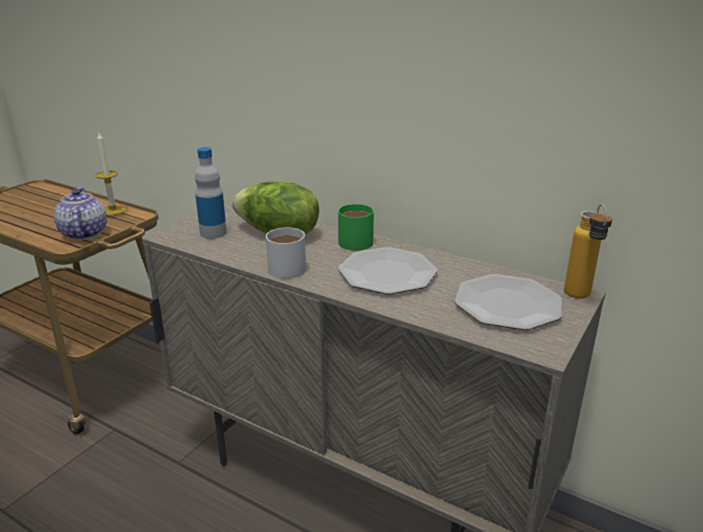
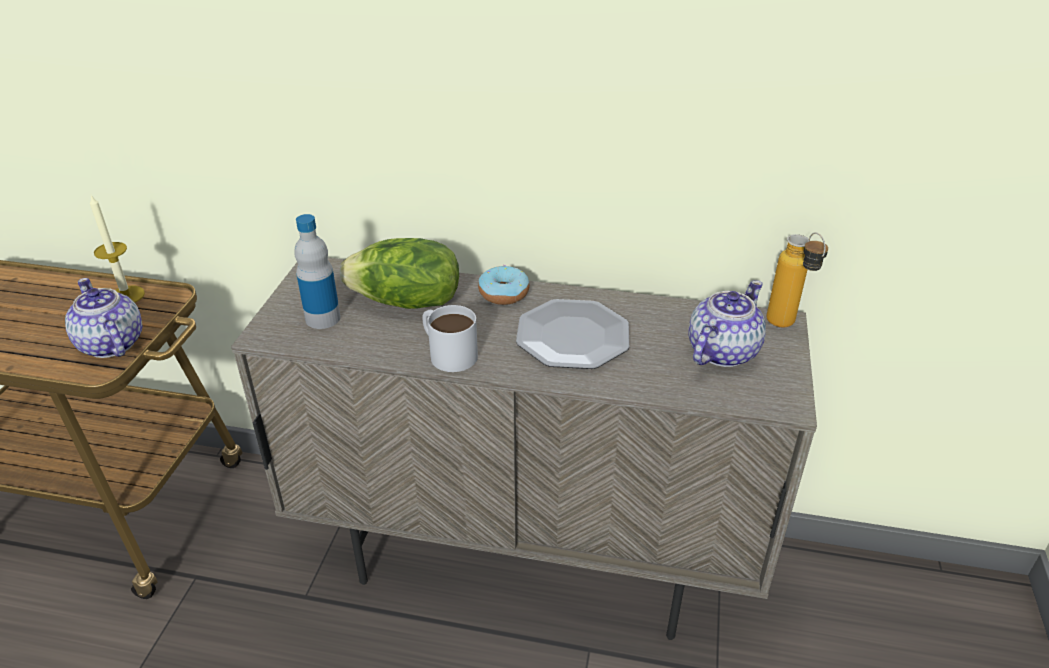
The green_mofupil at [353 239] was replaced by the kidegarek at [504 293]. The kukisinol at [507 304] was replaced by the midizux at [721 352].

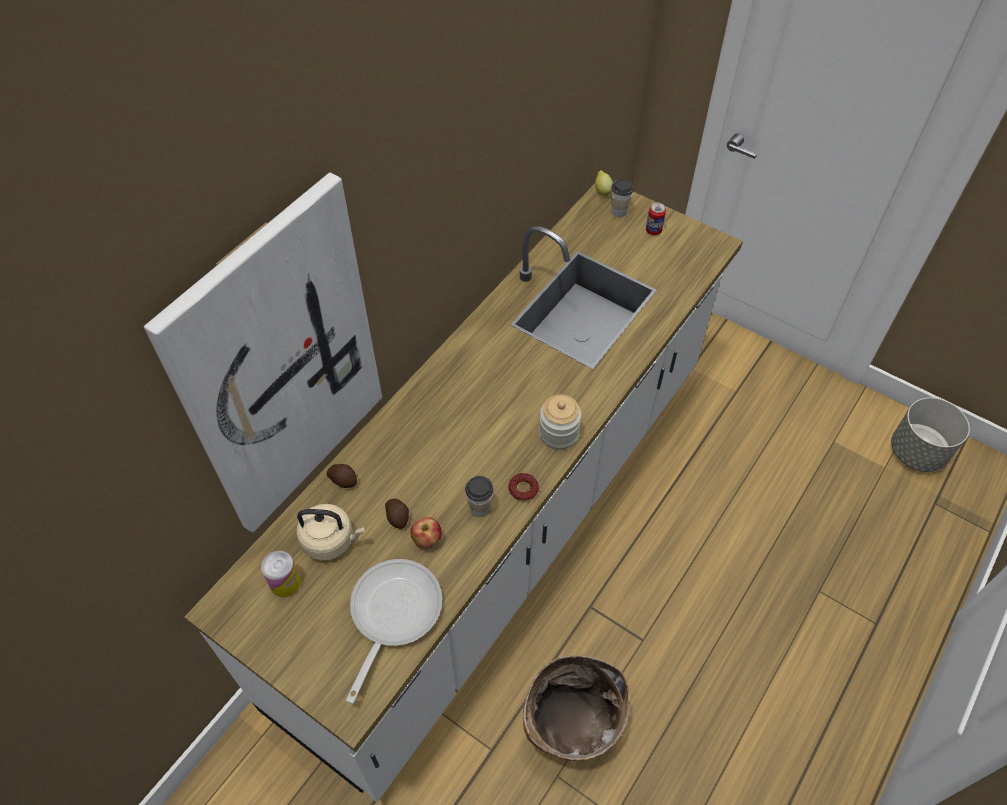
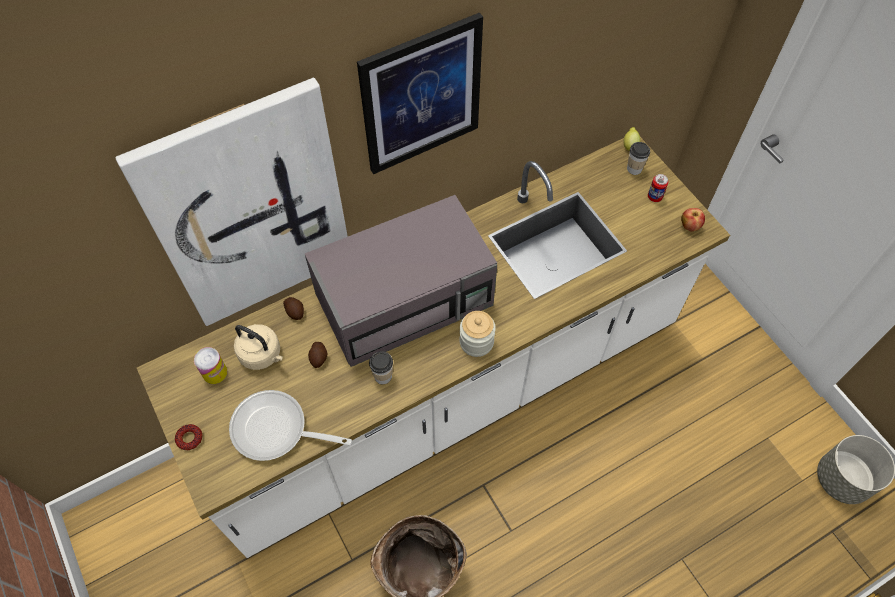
The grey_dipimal at [406 298] appeared. The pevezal at [421 96] appeared. The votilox moved from [427 540] to [689 226]. The kidegarek moved from [523 489] to [189 438]. The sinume at [392 614] turned 120 degrees counterclockwise.

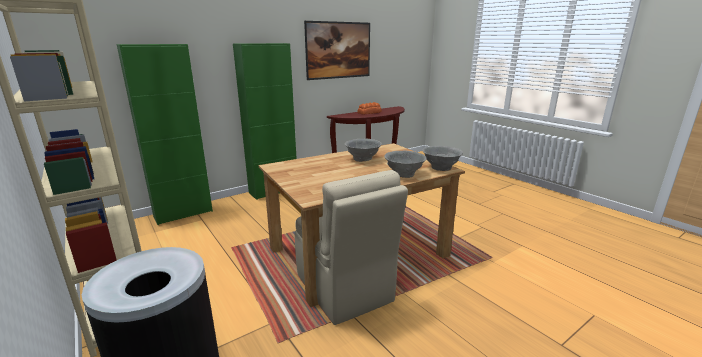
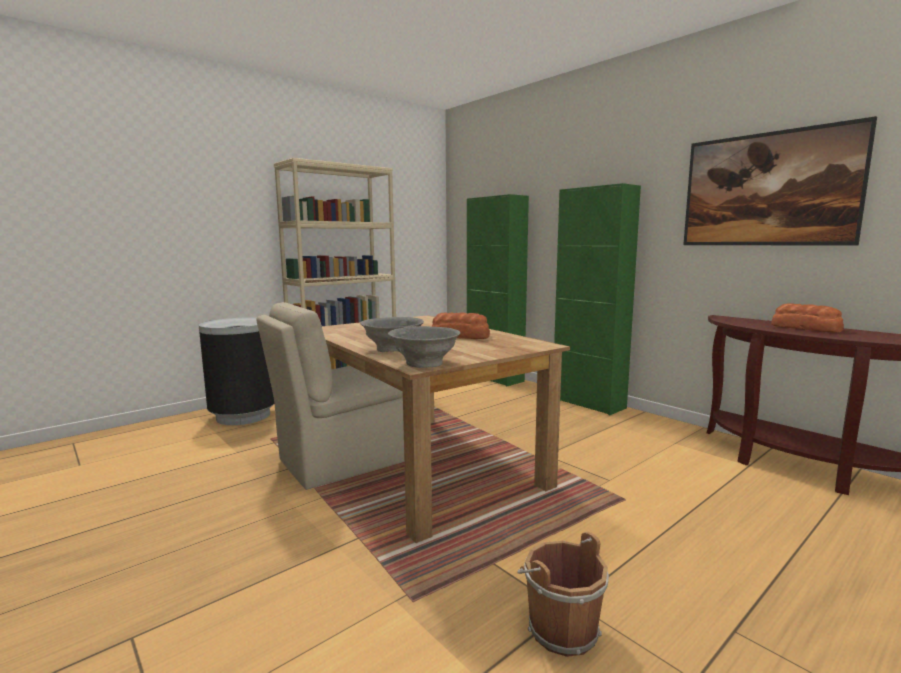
The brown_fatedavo at [560 628] appeared. The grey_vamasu at [363 159] was replaced by the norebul at [460 336].

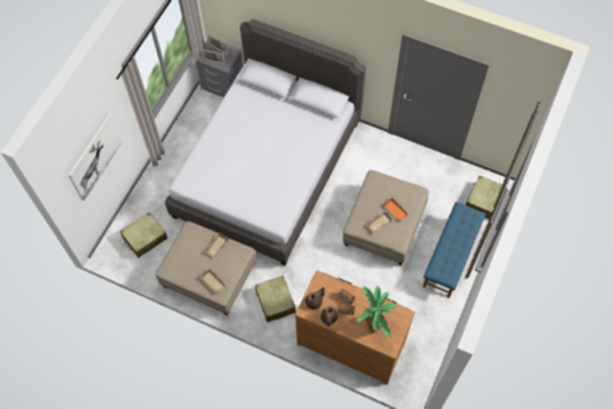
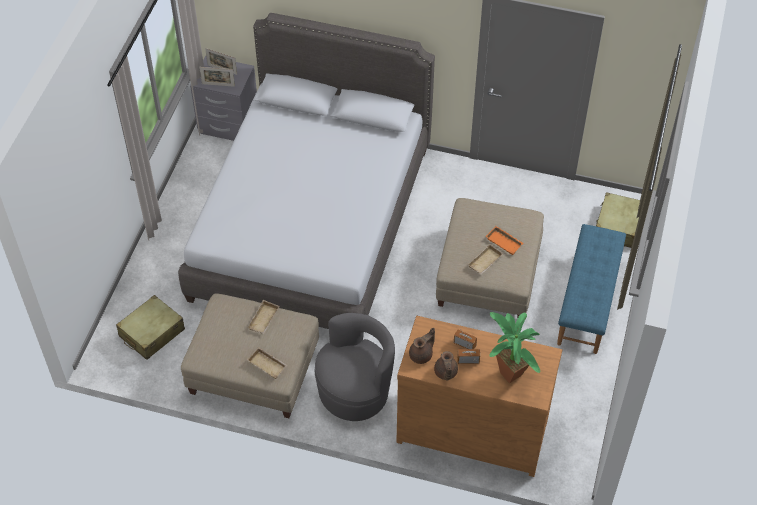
The pevezal at [95 156] disappeared. The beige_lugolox at [275 301] was replaced by the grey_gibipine at [355 391].

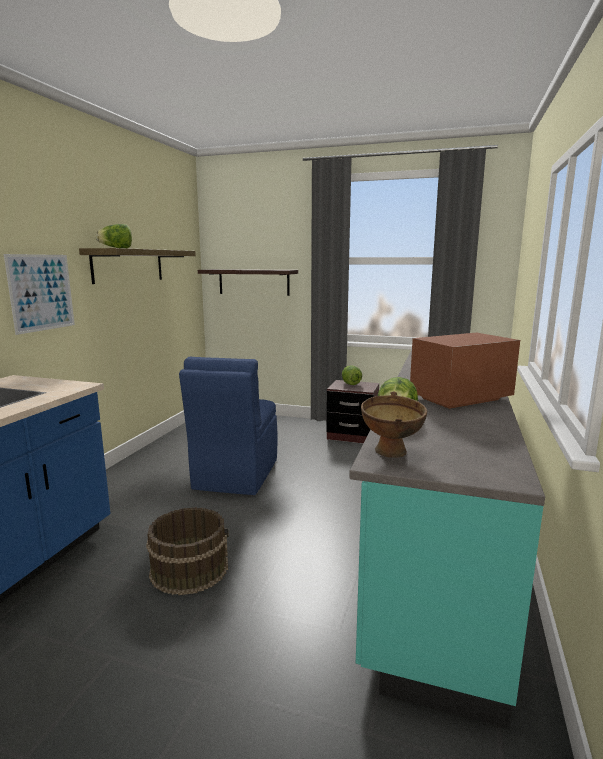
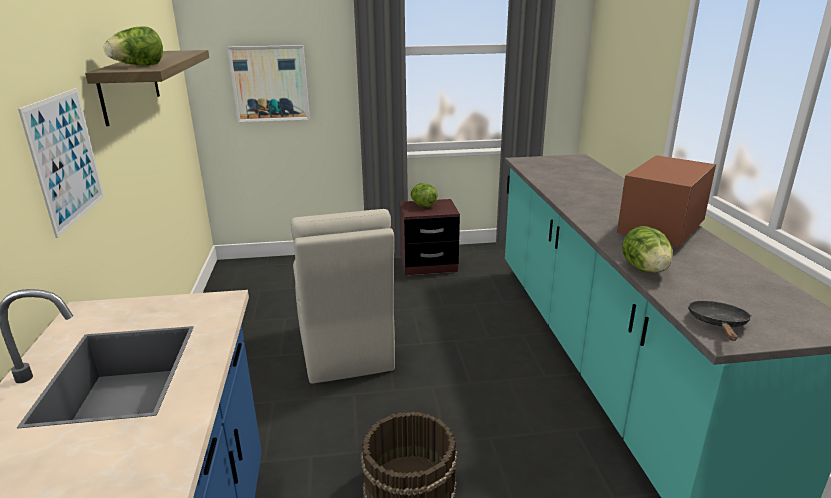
The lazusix at [253 282] was replaced by the pevezal at [270 83]. The brown_vamasu at [391 454] was replaced by the black_sinume at [718 324]. The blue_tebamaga at [235 475] became the beige_tebamaga at [345 349].

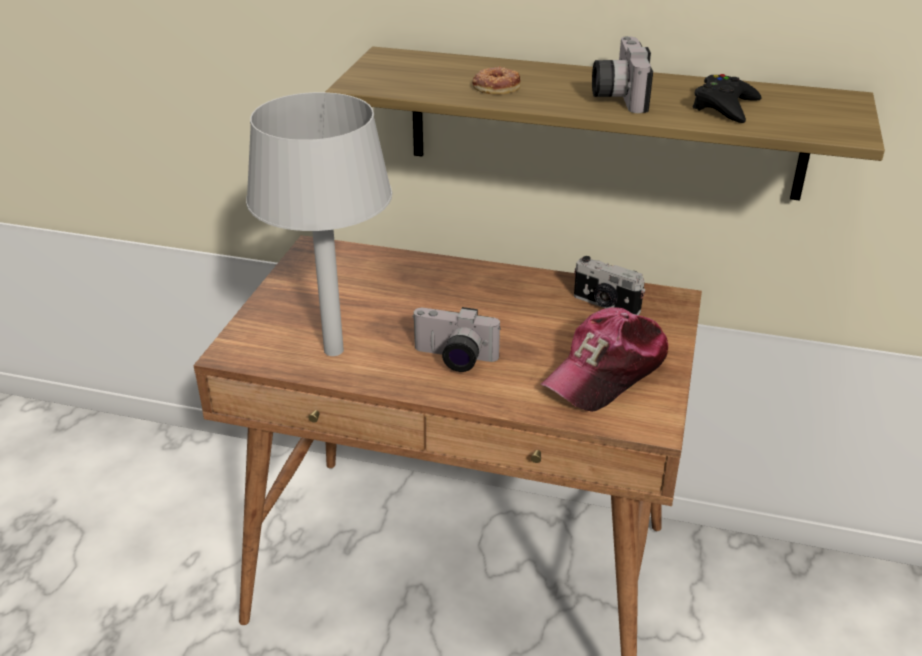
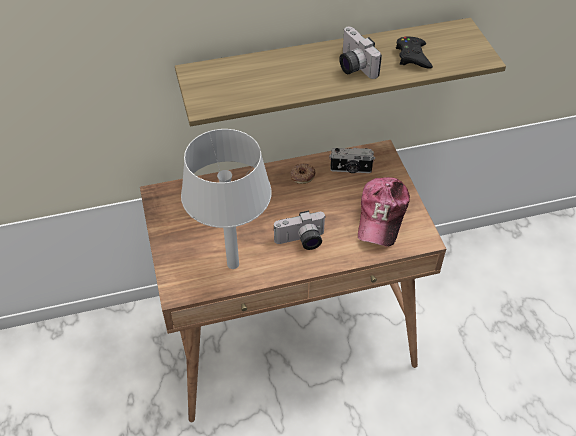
The kidegarek moved from [496 86] to [302 175].

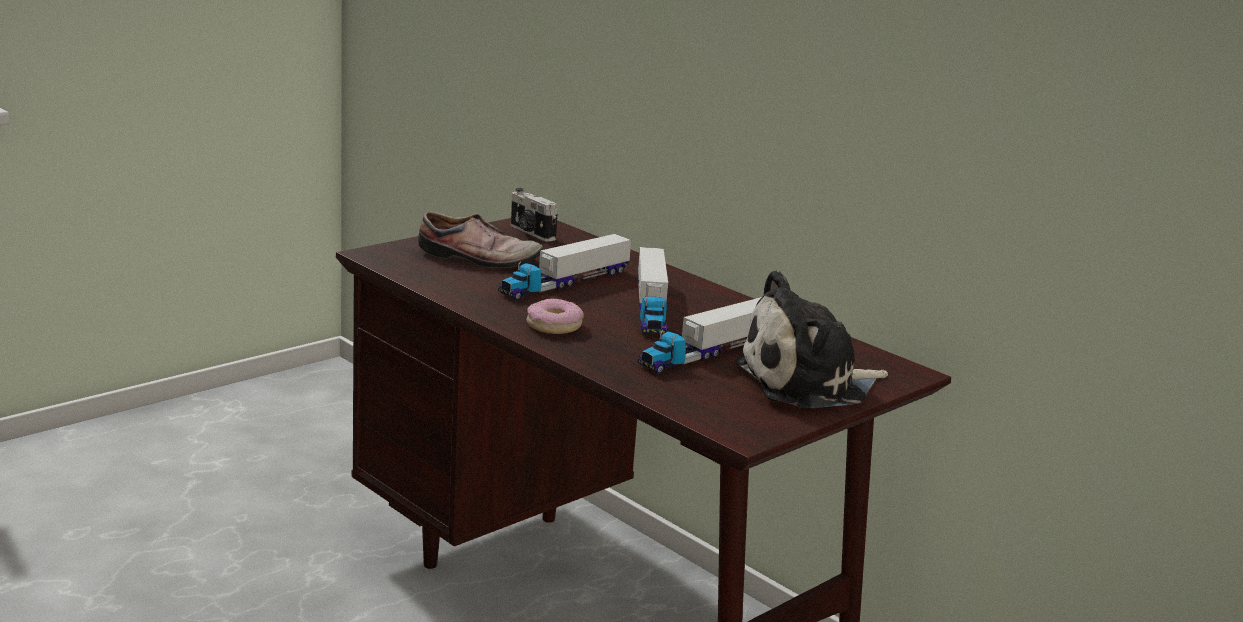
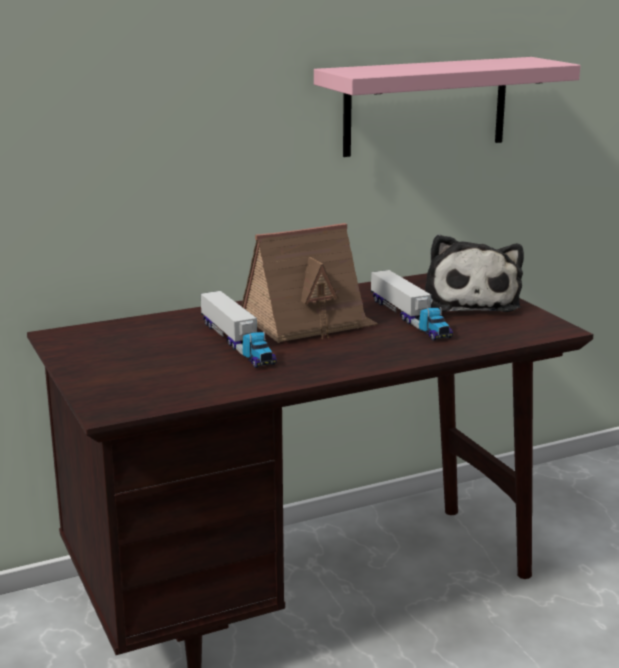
The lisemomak at [478 259] disappeared. The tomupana at [531 233] disappeared. The kidegarek at [554 325] disappeared. The pink_lazusix at [426 106] appeared. The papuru at [651 307] was replaced by the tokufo at [308 323].

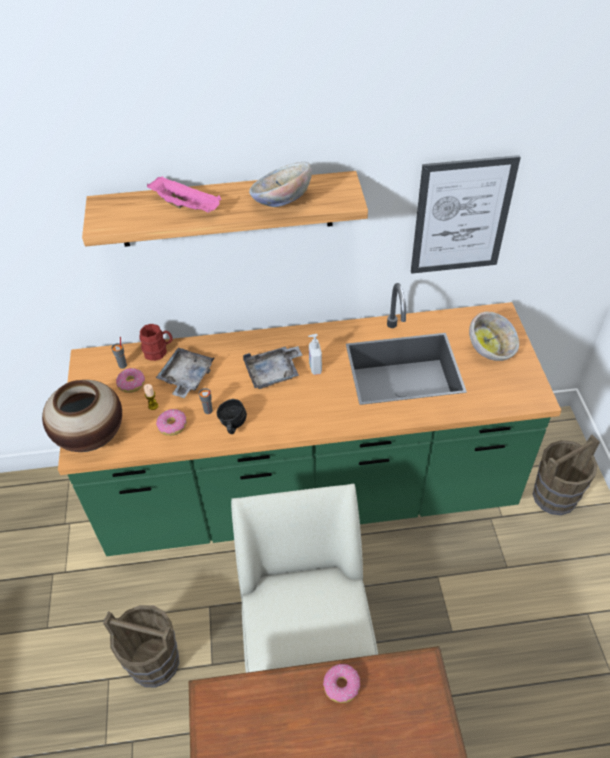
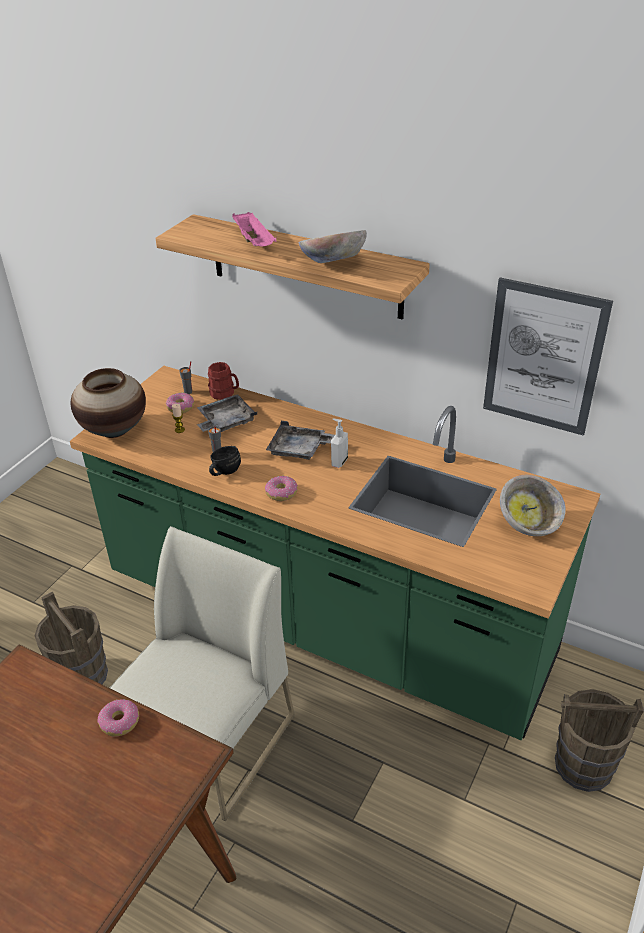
The kidegarek moved from [172 425] to [281 493].

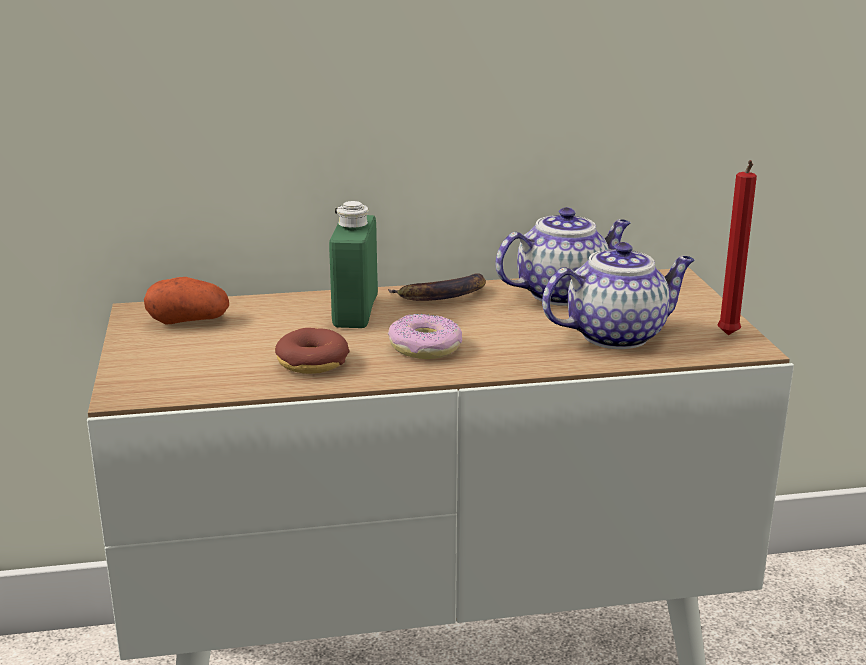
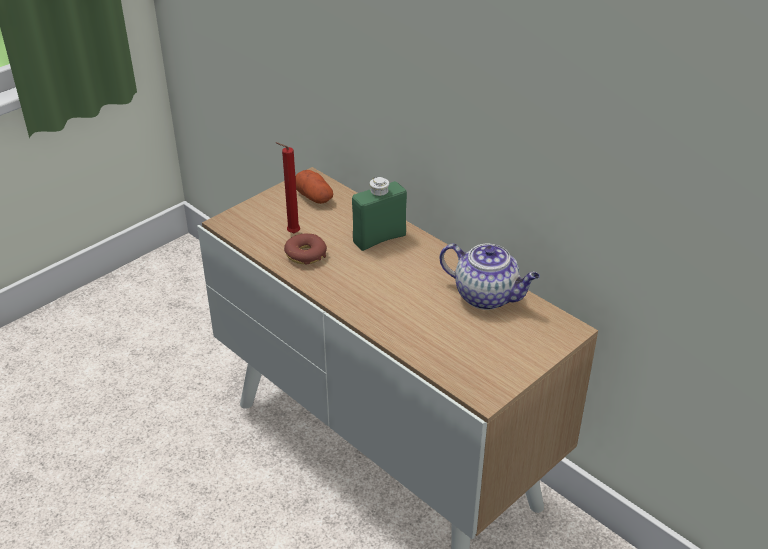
The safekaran at [442 295] disappeared. The kidegarek at [425 347] disappeared. The midizux at [617 335] disappeared. The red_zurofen moved from [728 336] to [291 233].

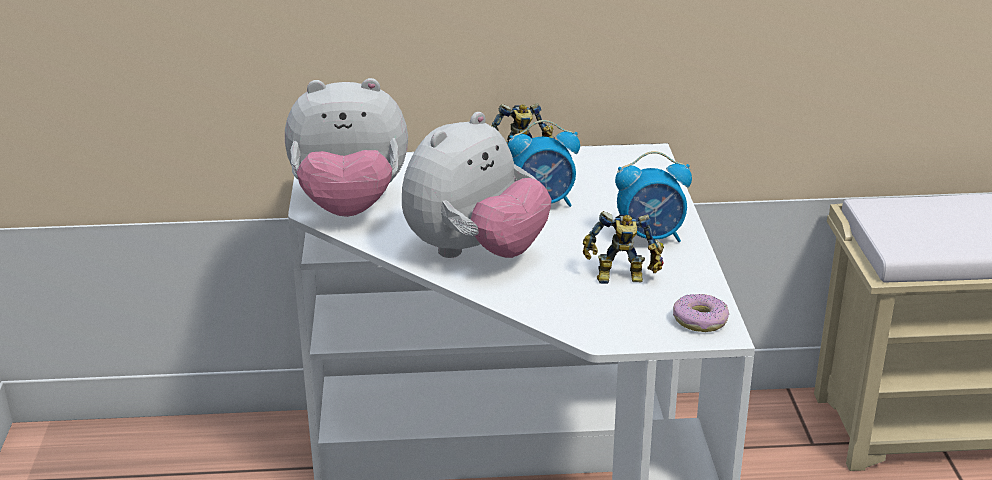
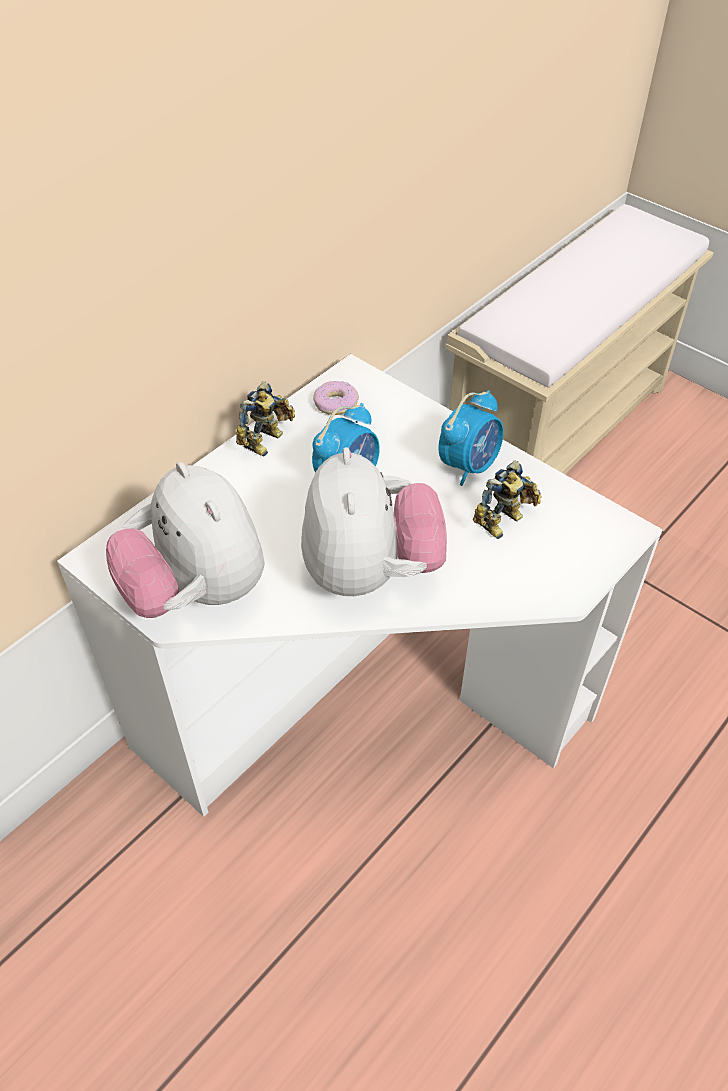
The kidegarek moved from [700 320] to [335 403]. The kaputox at [350 206] turned 105 degrees clockwise.

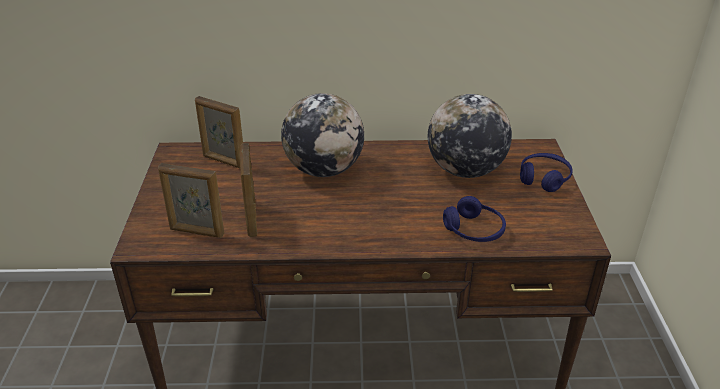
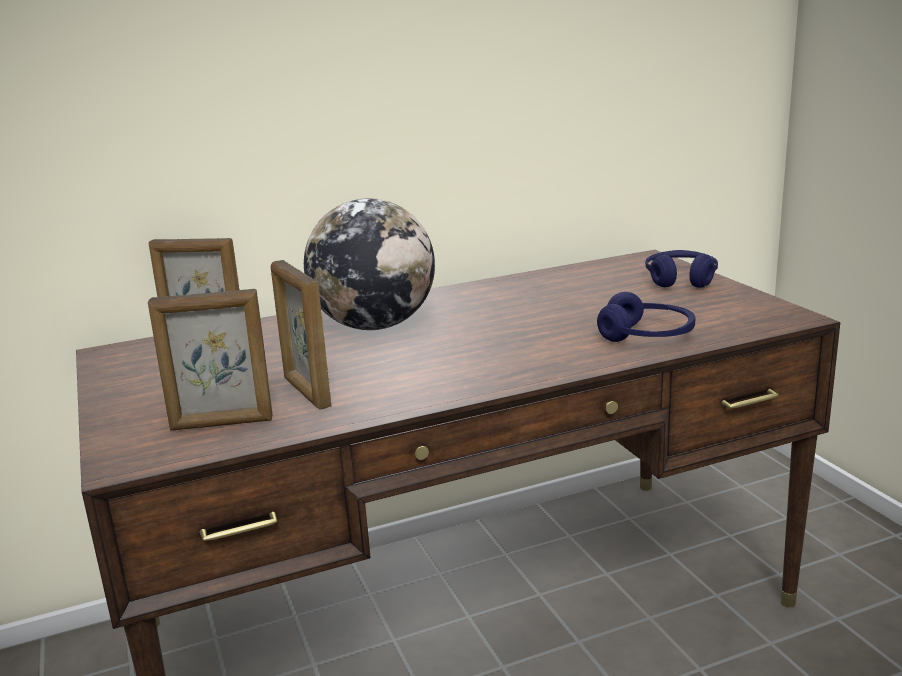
The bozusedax at [465 170] disappeared.

